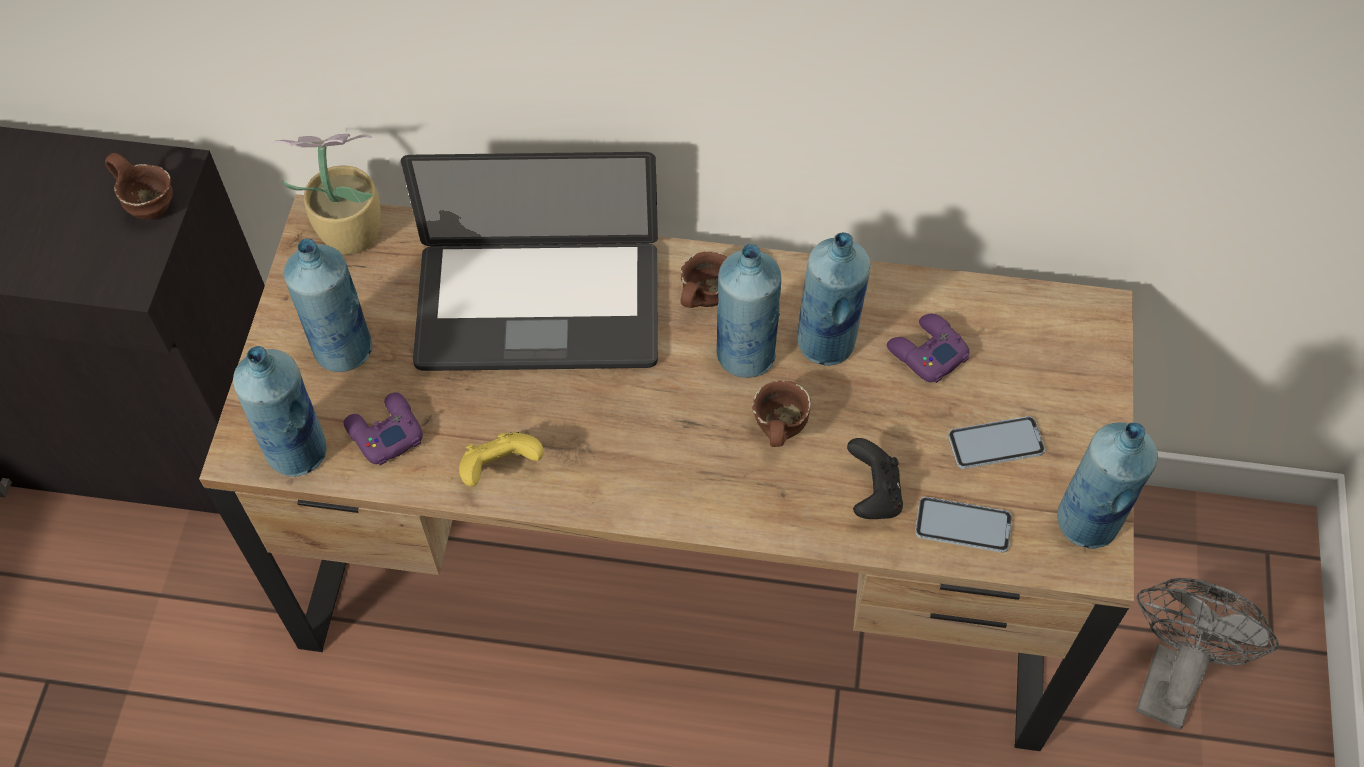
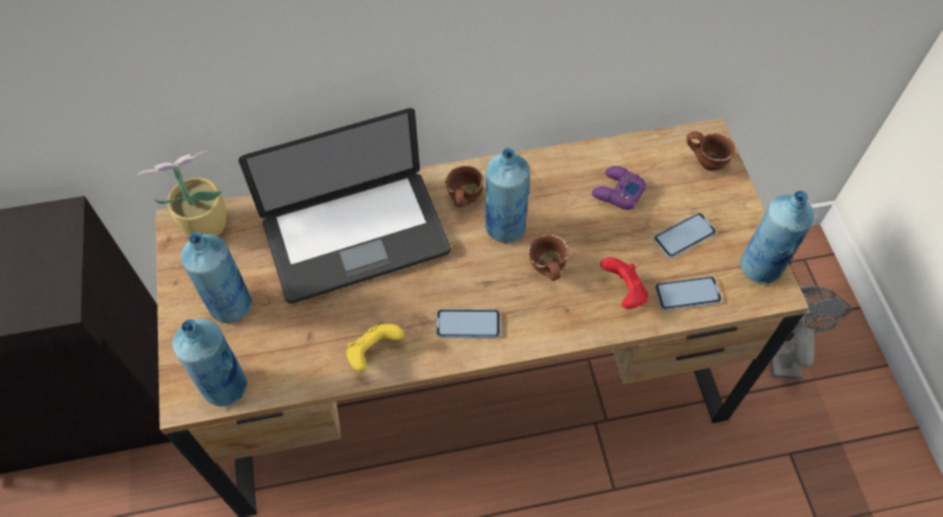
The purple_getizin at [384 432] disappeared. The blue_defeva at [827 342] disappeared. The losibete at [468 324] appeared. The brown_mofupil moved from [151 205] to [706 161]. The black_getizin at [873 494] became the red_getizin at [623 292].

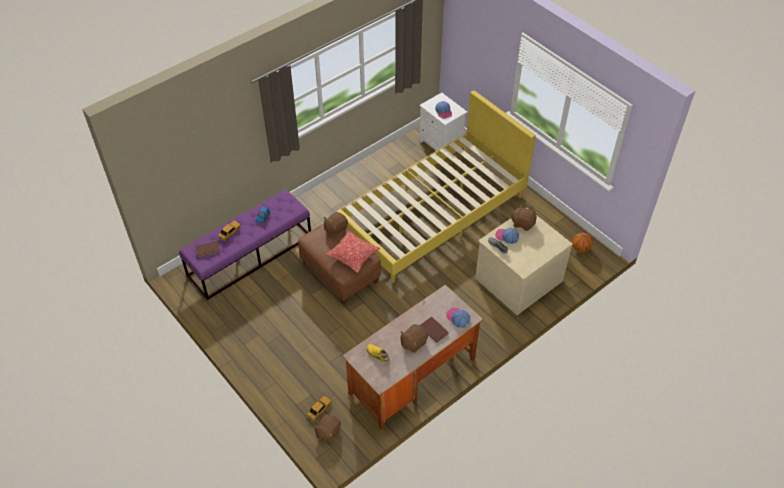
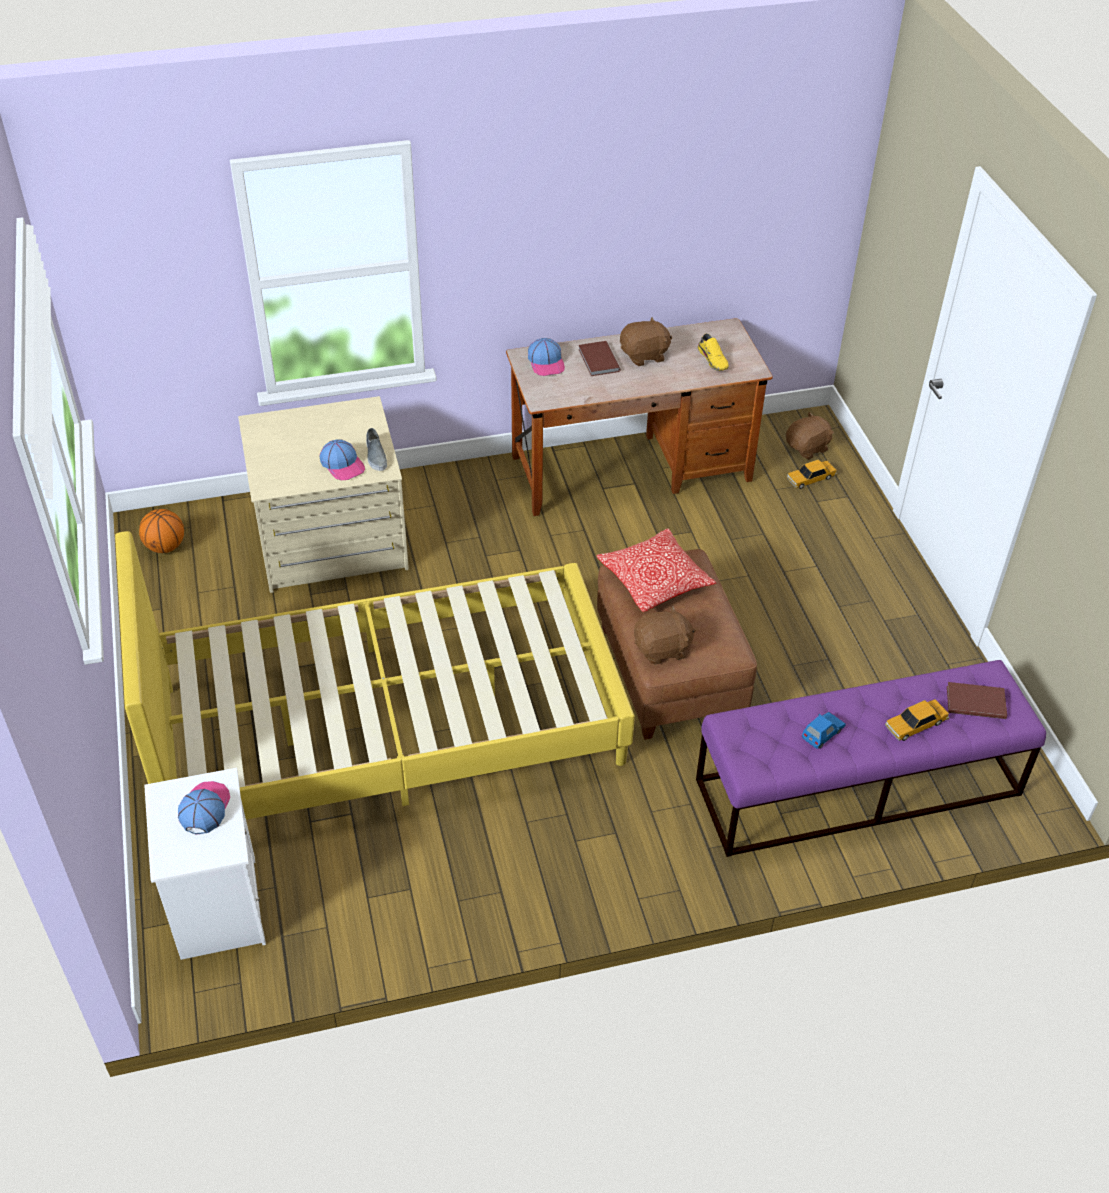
The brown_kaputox at [522 223] disappeared.

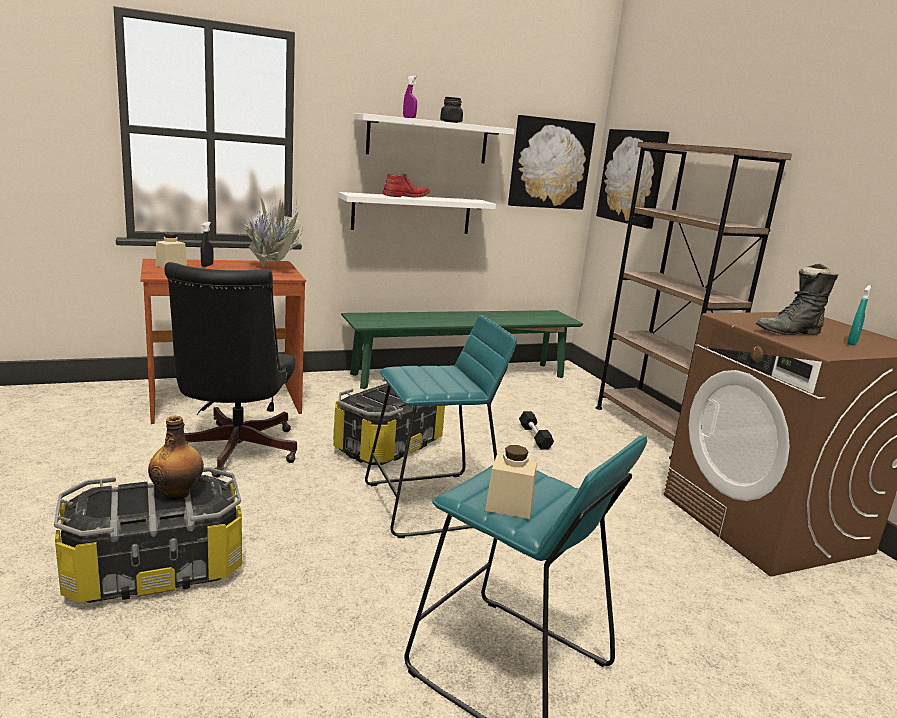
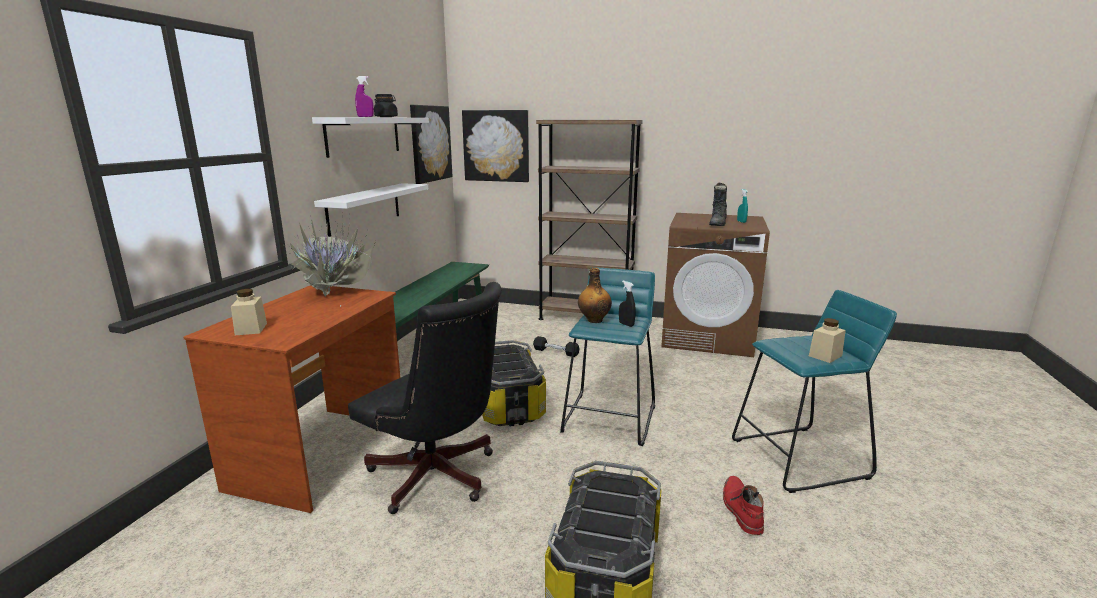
The defeva moved from [178 493] to [594 320]. The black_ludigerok moved from [207 265] to [626 324]. The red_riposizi moved from [405 196] to [741 509].

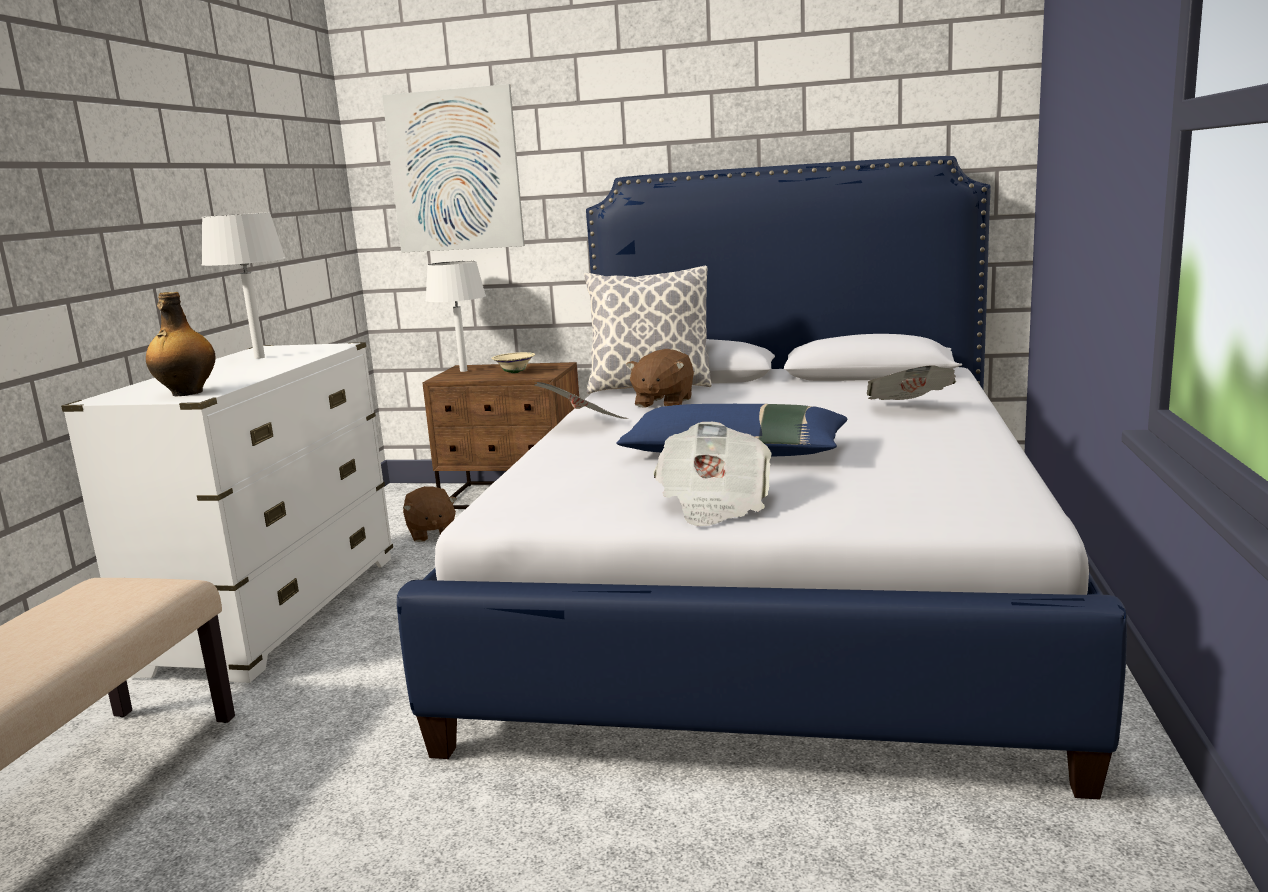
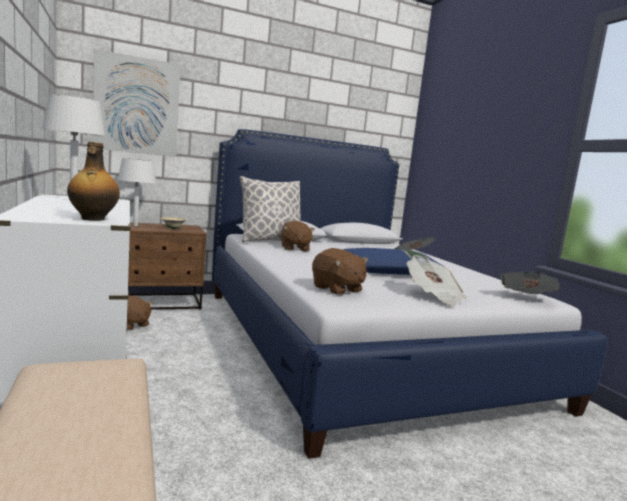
The brown_kaputox at [337 289] appeared. The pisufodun moved from [583 425] to [526 298].

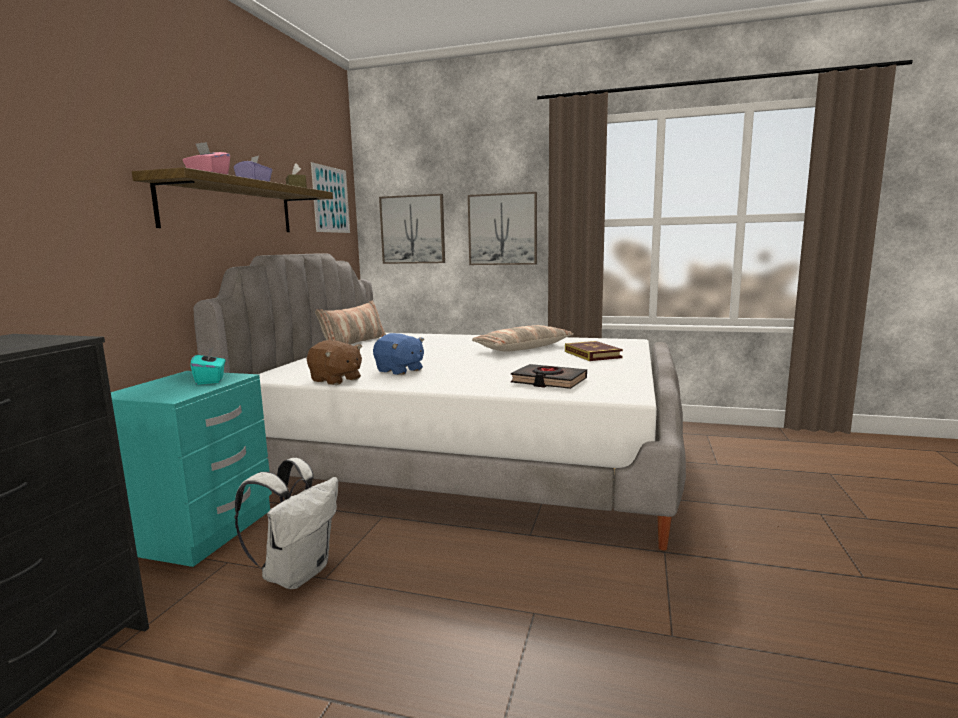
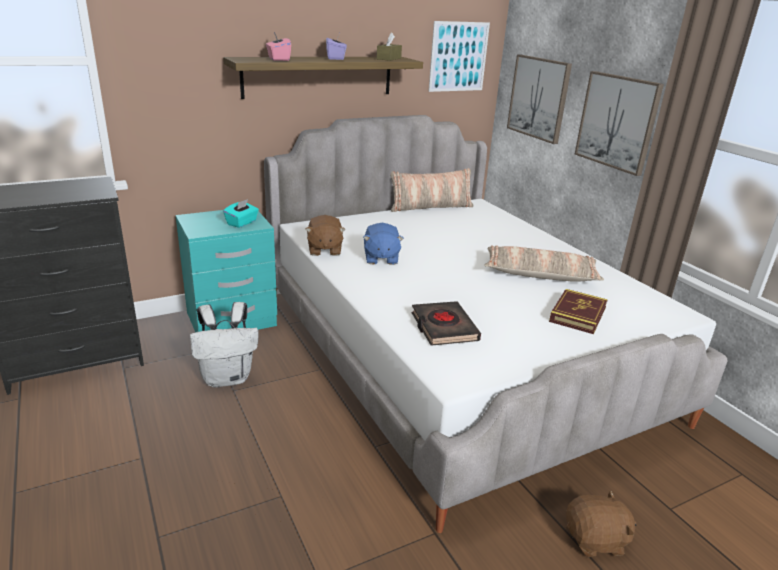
The brown_kaputox at [595 540] appeared.

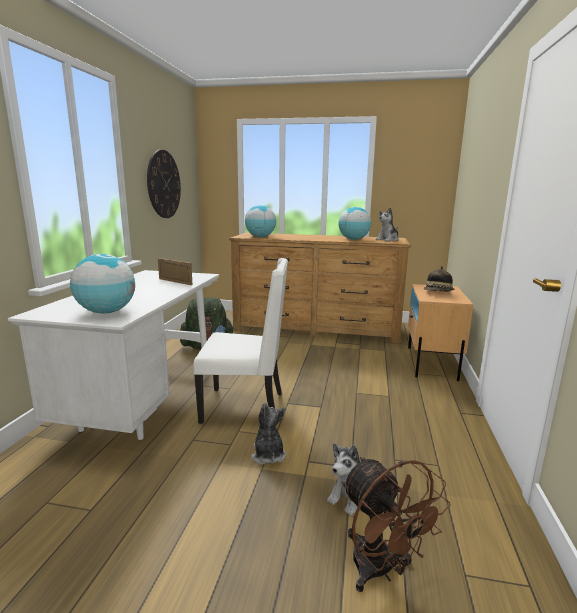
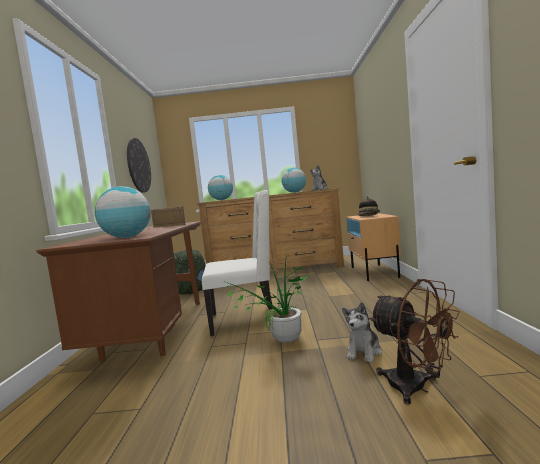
The kaputox at [268 455] was replaced by the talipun at [281 342]. The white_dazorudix at [146 400] became the brown_dazorudix at [154 331].

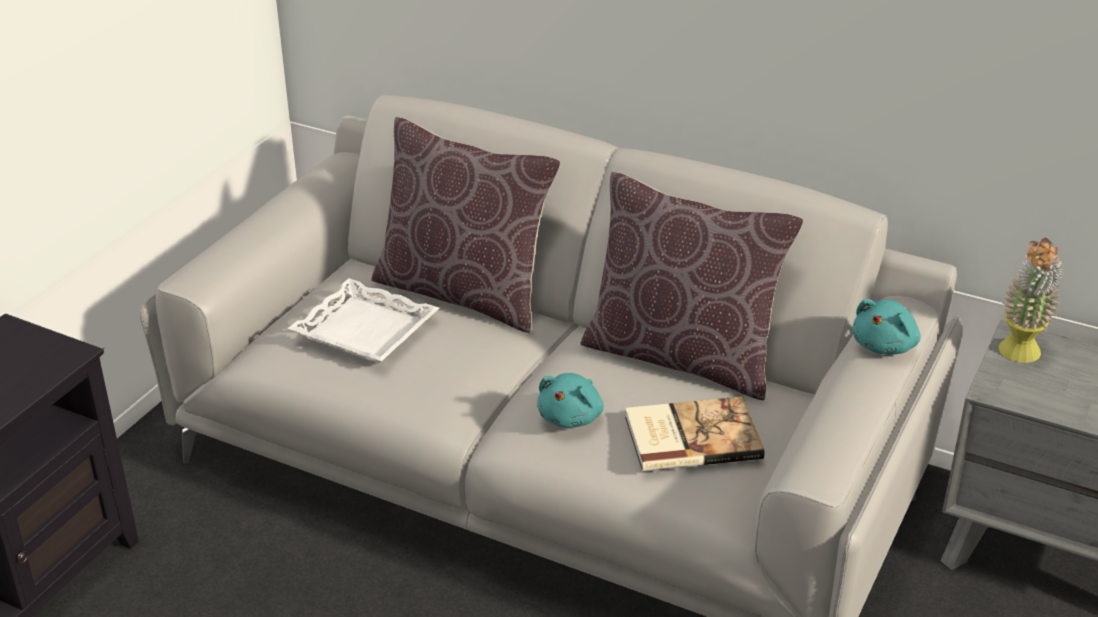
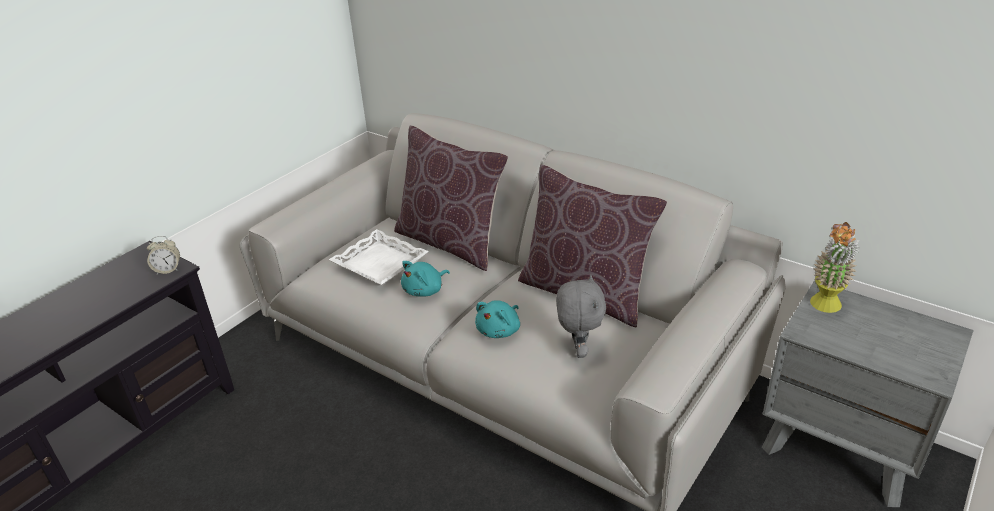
The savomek at [168 270] appeared. The turquoise_kaputox moved from [885 345] to [425 290]. The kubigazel at [690 436] was replaced by the grey_kaputox at [578 350].

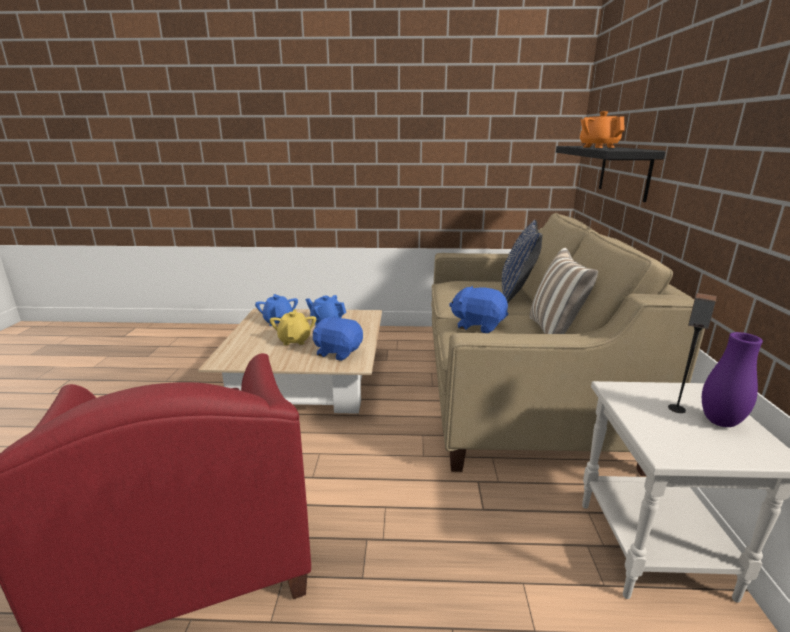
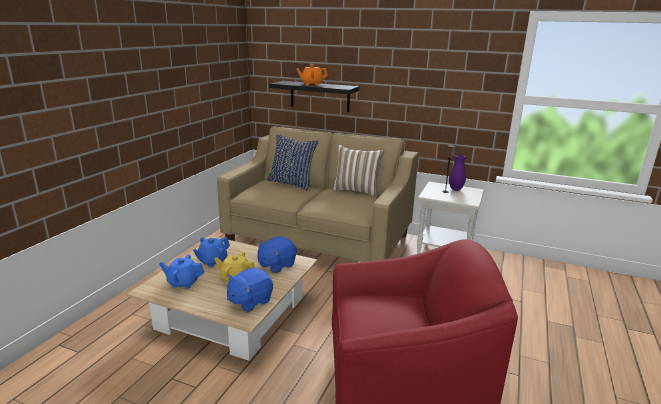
The blue_kaputox moved from [478 325] to [249 301].

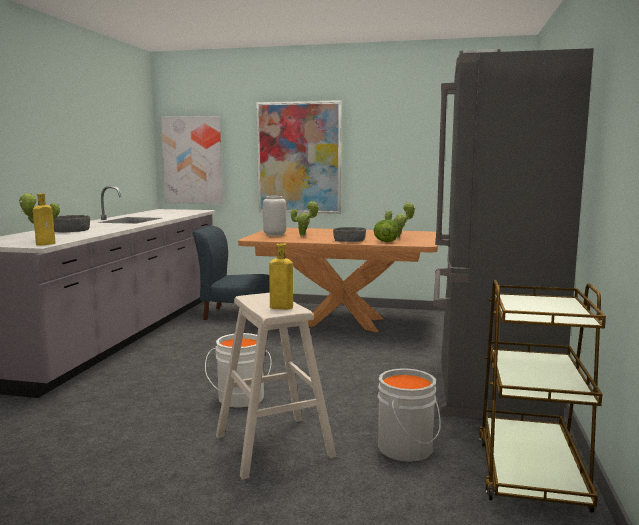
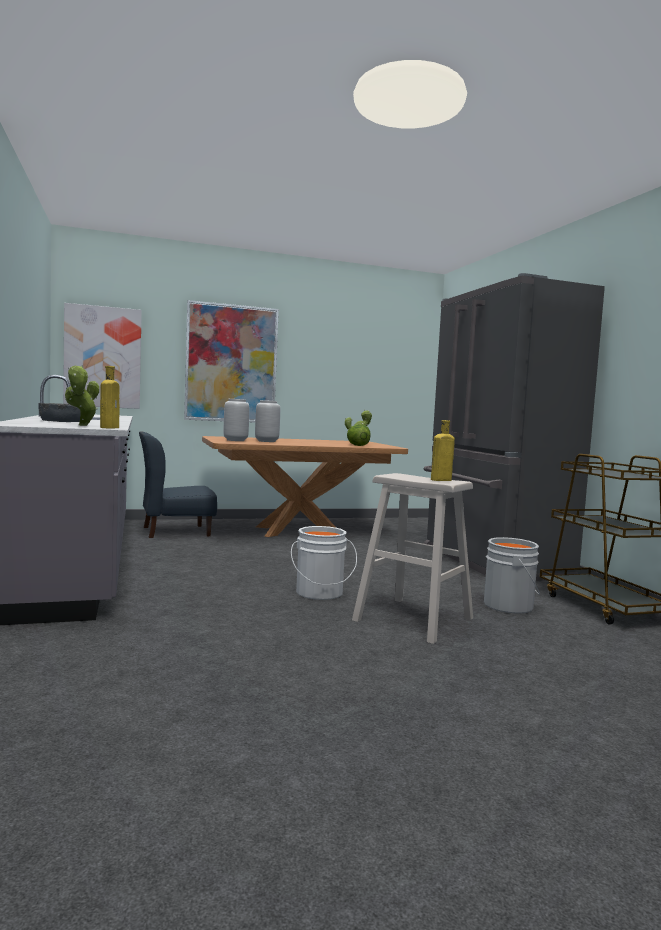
The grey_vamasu at [350 240] disappeared. The talipun at [304 235] was replaced by the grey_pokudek at [266 441].

